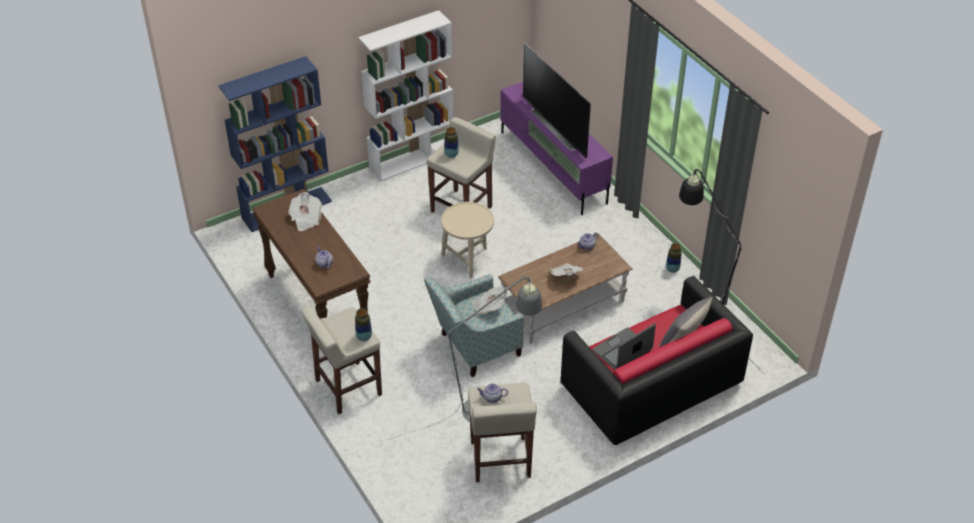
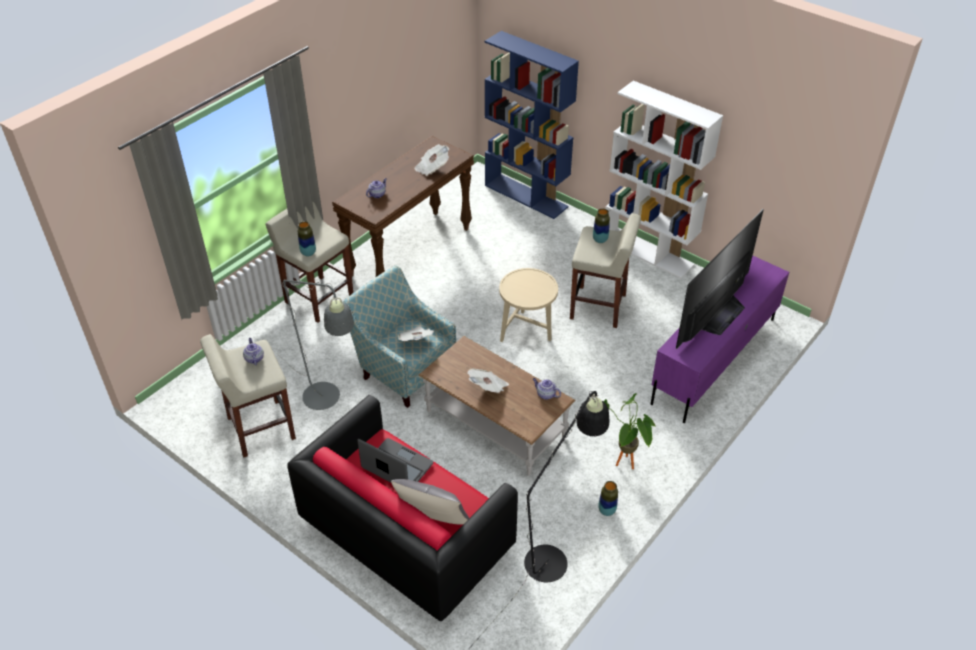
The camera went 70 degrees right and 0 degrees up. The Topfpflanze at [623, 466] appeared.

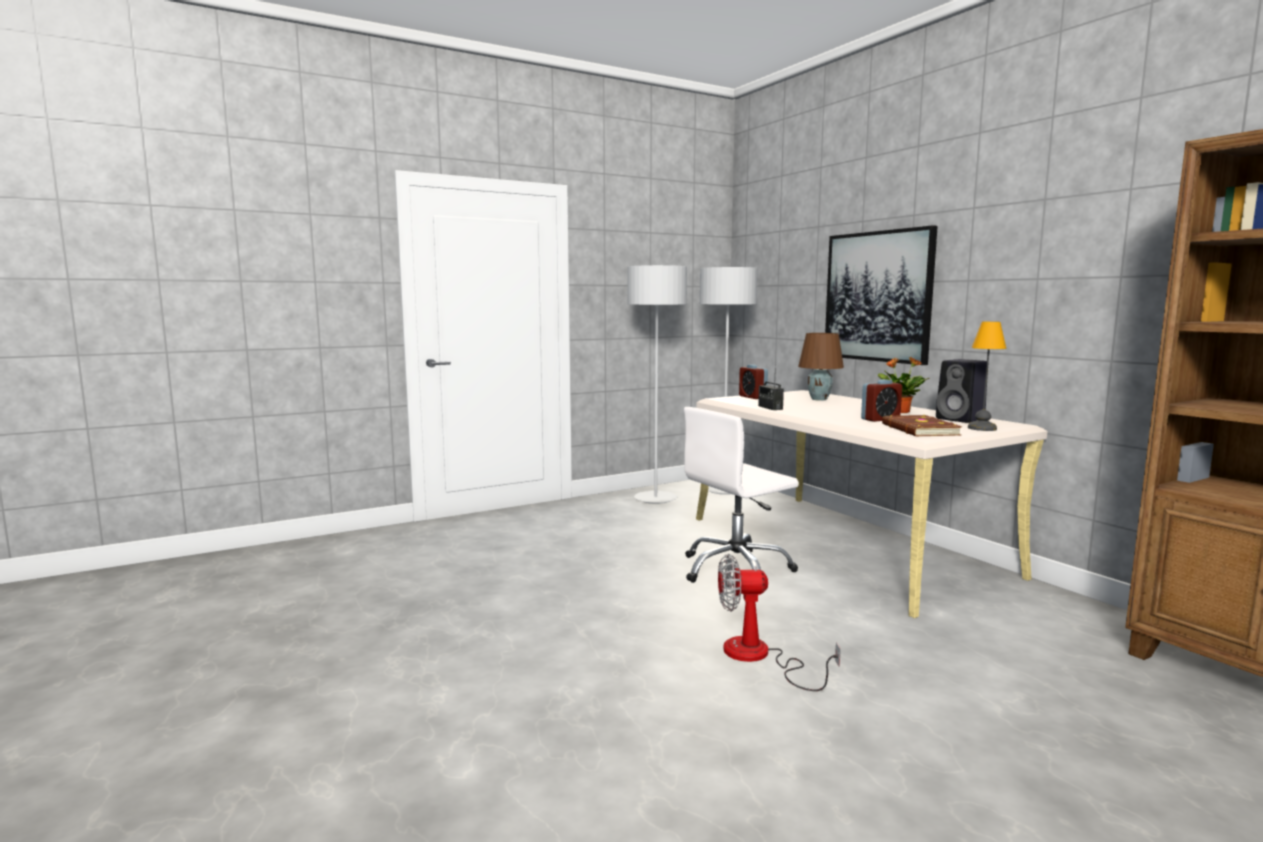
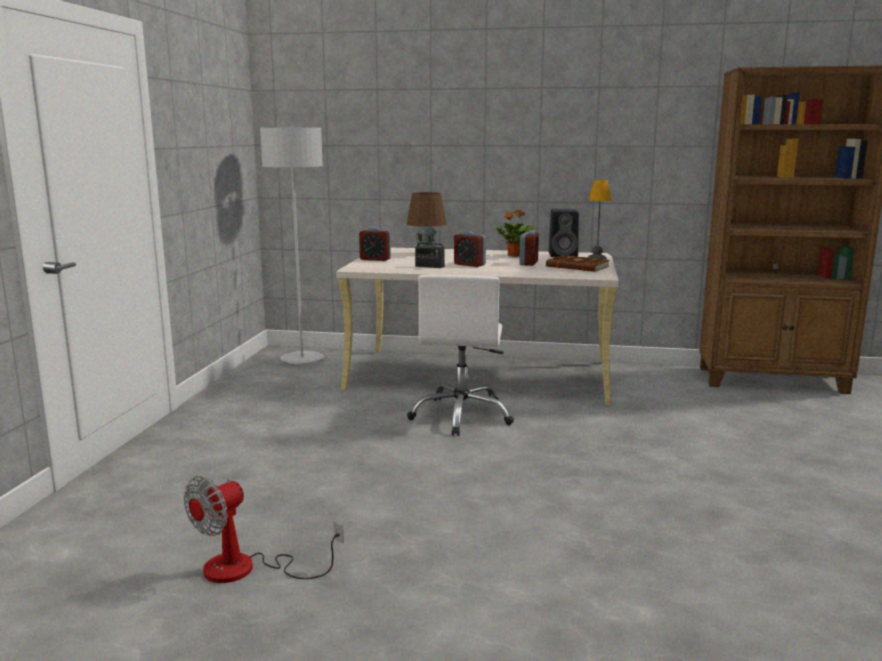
The camera went 50 degrees left and 5 degrees up. The Stehlampe [grau] at [655, 499] disappeared. The Ventilator moved from [759, 657] to [247, 569]. The Bild at [878, 296] disappeared. The Wecker at [469, 265] appeared.

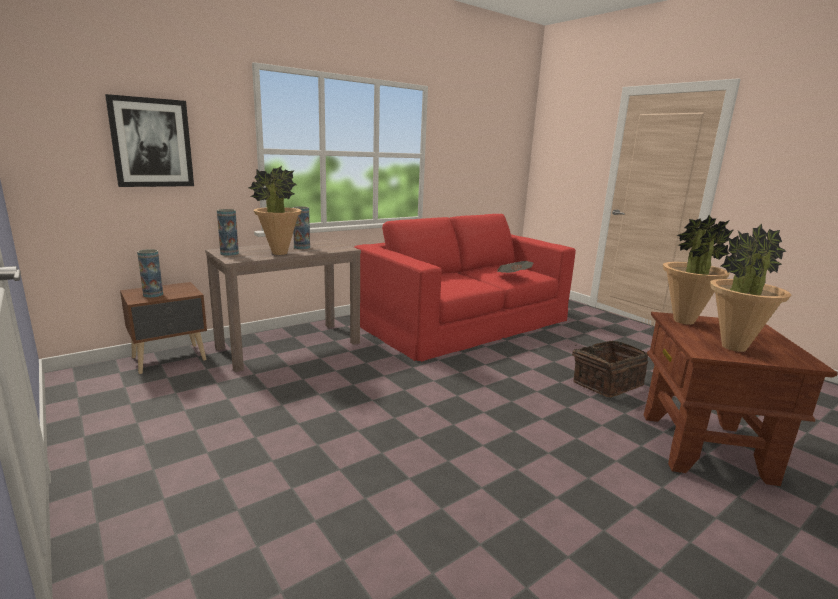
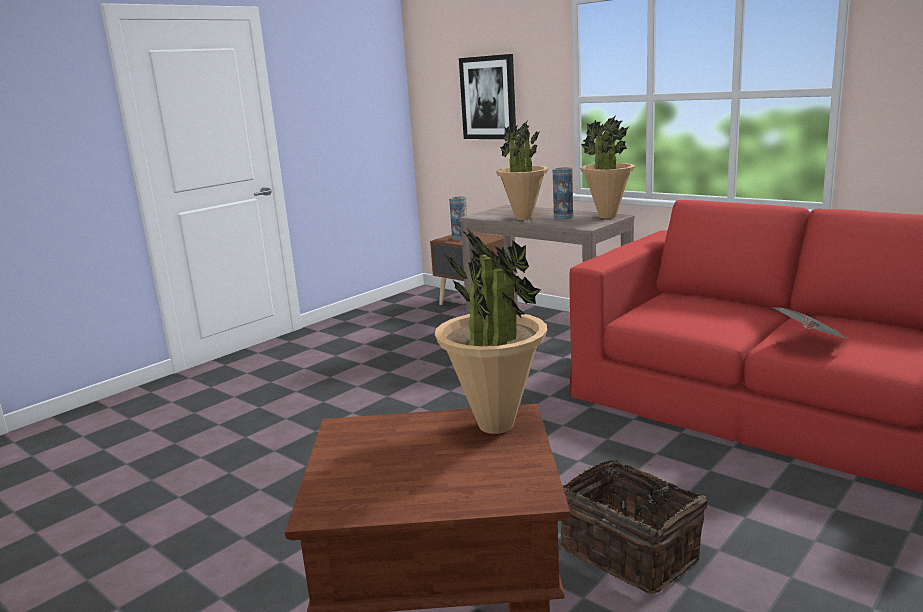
The camera went 80 degrees right and 0 degrees up. The Vase at [229, 253] disappeared. The Topfpflanze moved from [733, 347] to [607, 216].

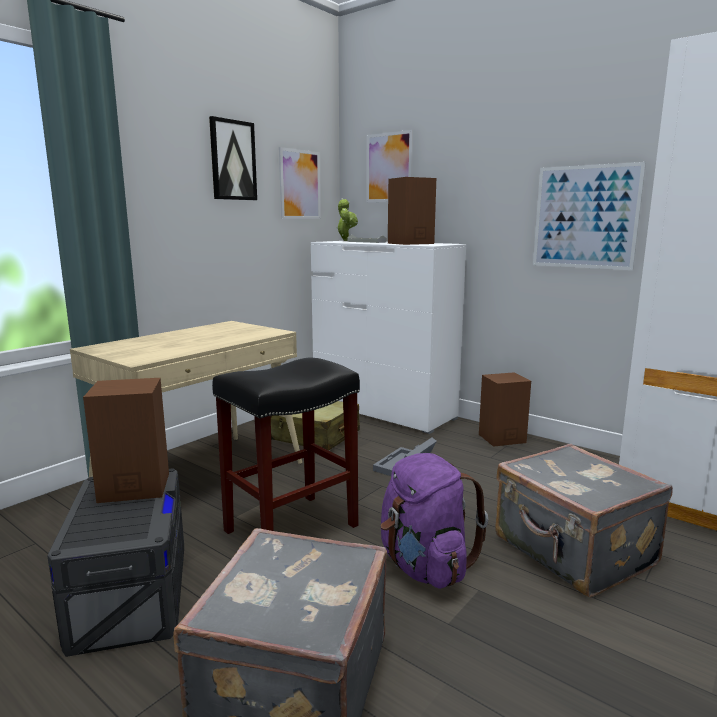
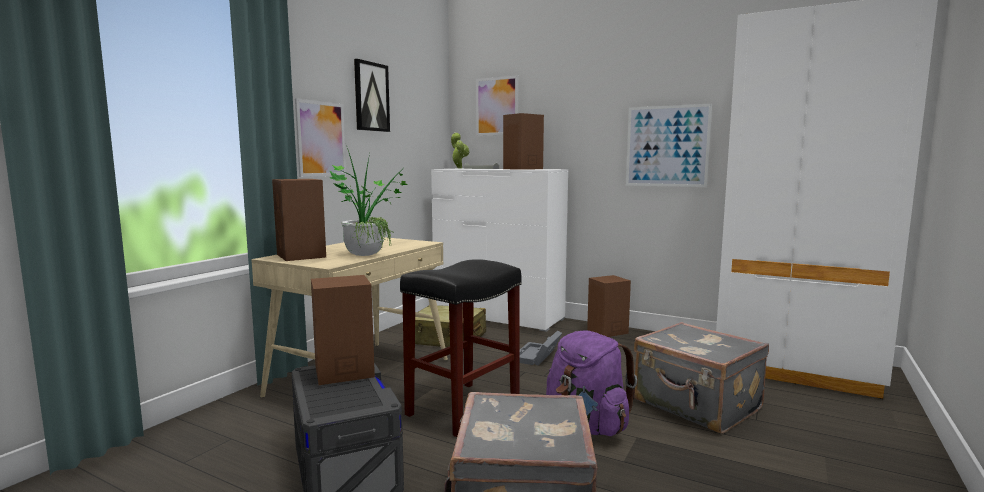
The camera went 10 degrees left and 5 degrees down. The Bild moved from [300, 184] to [321, 139]. The Lautsprecher [braun] at [301, 256] appeared. The Topfpflanze at [368, 254] appeared.

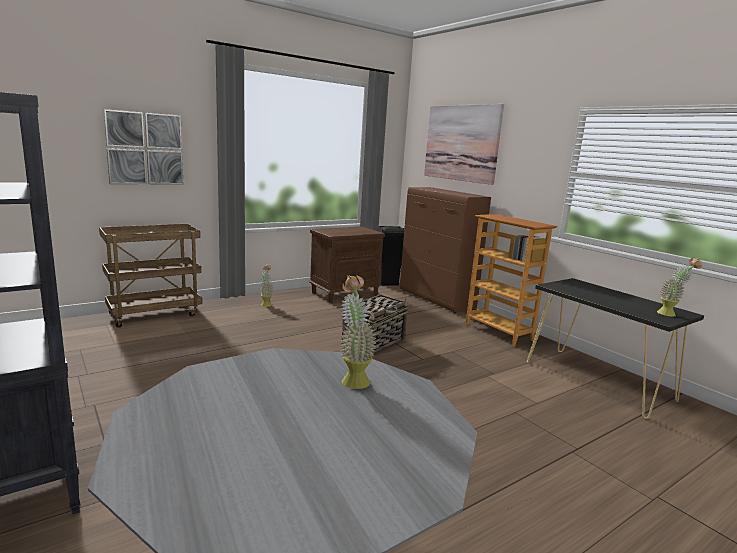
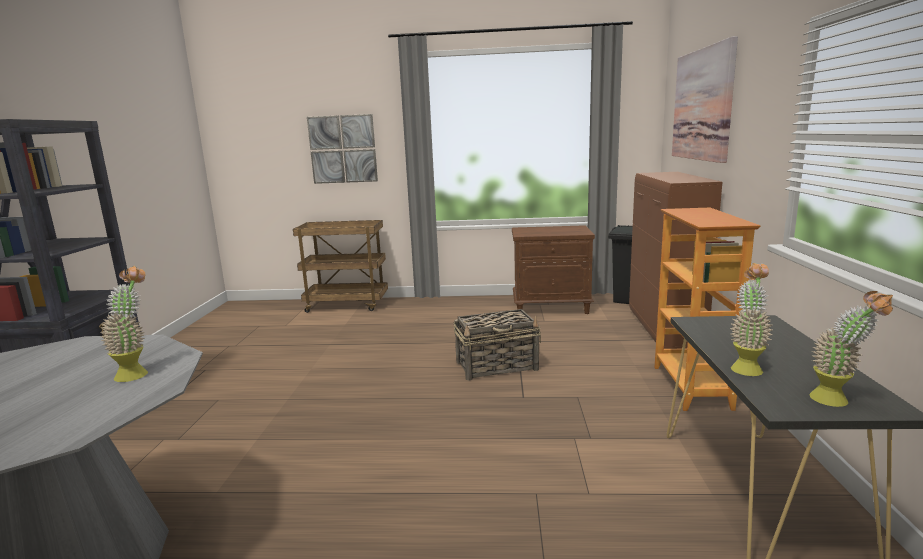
The camera went 40 degrees right and 0 degrees up. The Topfpflanze moved from [266, 304] to [746, 367].

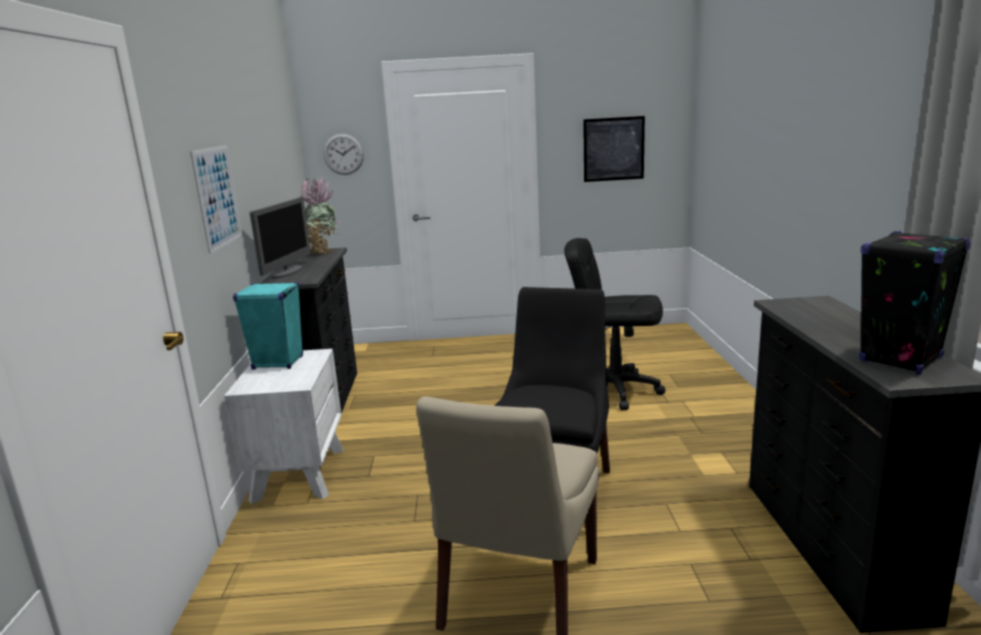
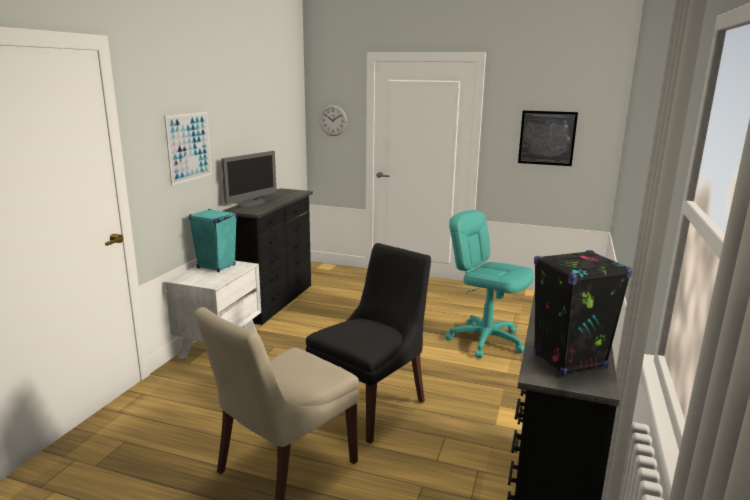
The camera went 20 degrees right and 0 degrees up. The Topfpflanze at [321, 252] disappeared. The Bürostuhl [schwarz] at [614, 390] became the Bürostuhl [türkis] at [485, 340].

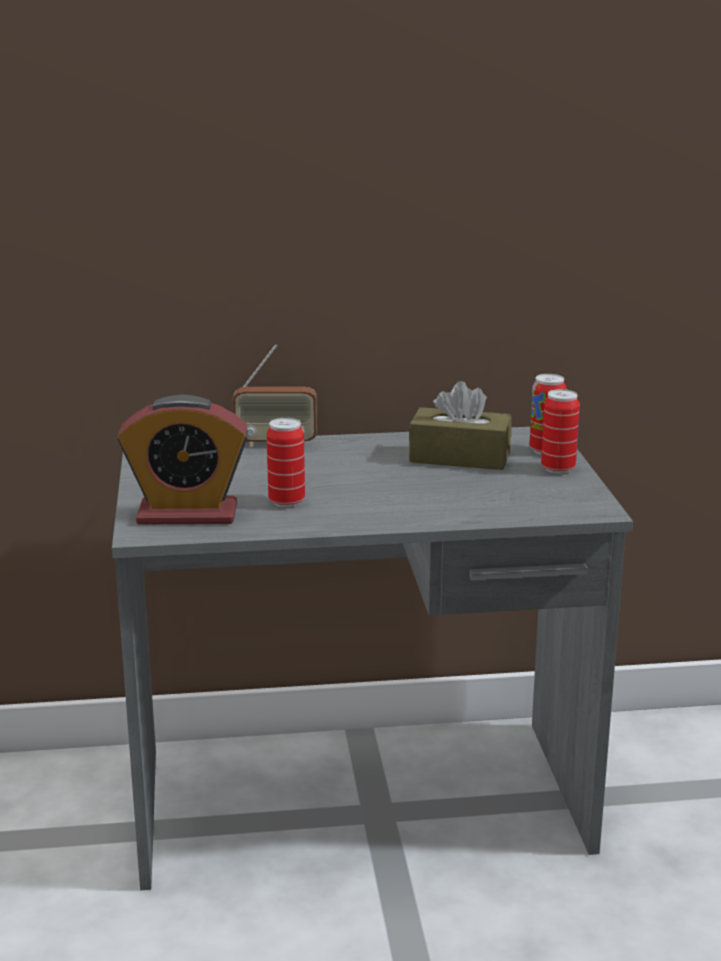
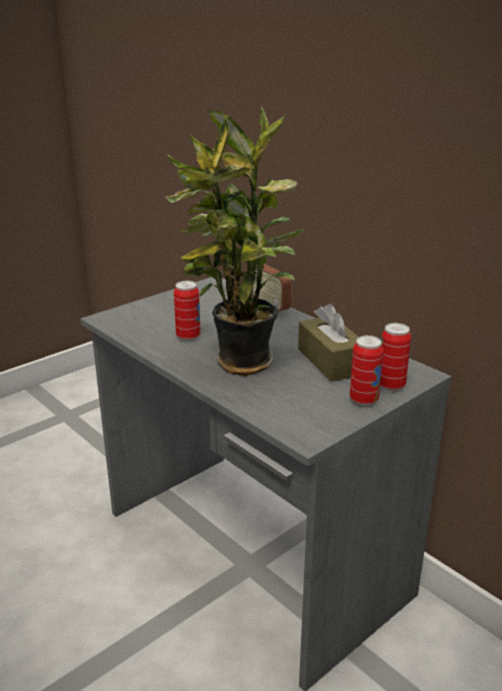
The camera went 55 degrees right and 5 degrees up. The Wecker at [187, 514] disappeared. The Topfpflanze at [239, 365] appeared.

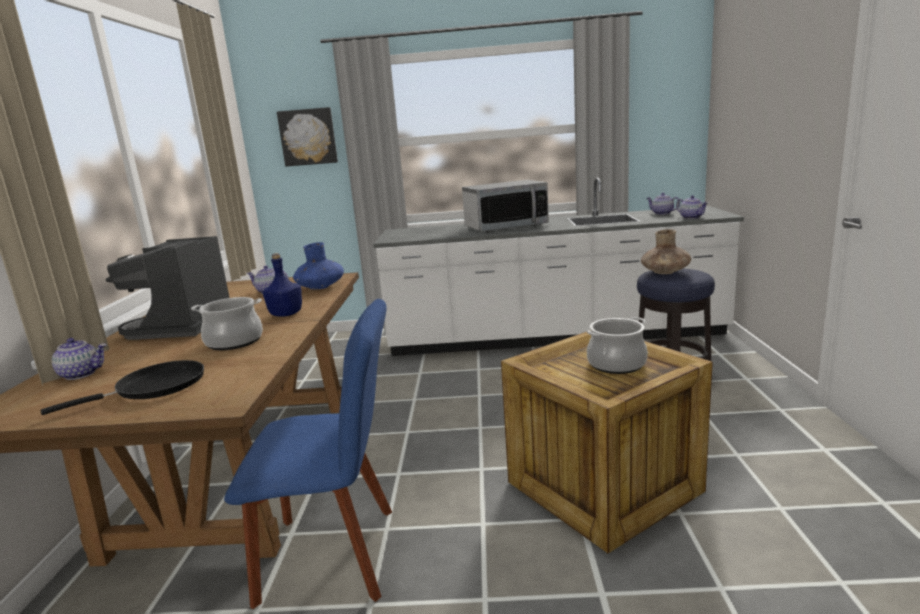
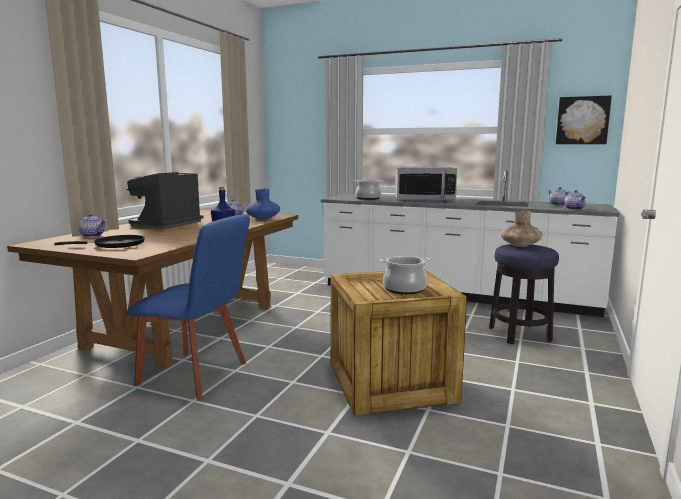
The camera went 20 degrees right and 5 degrees down. The Kochtopf moved from [234, 342] to [368, 198]. The Bild moved from [308, 137] to [582, 120].

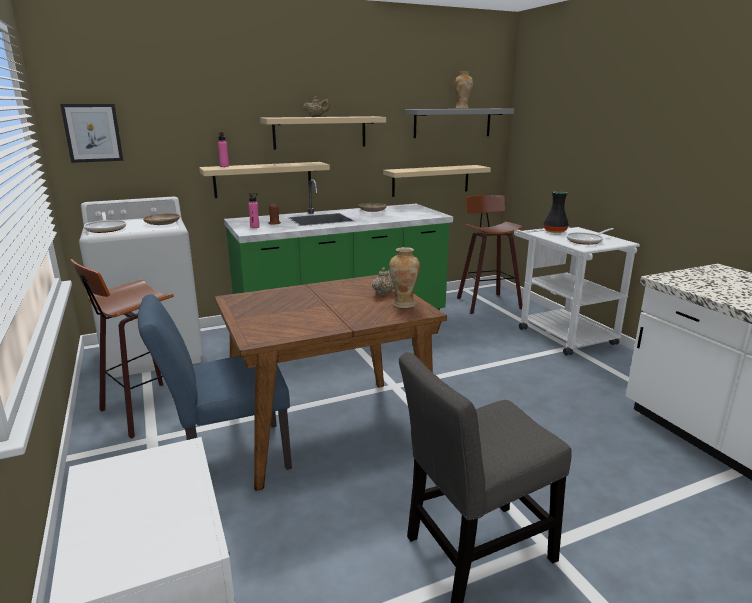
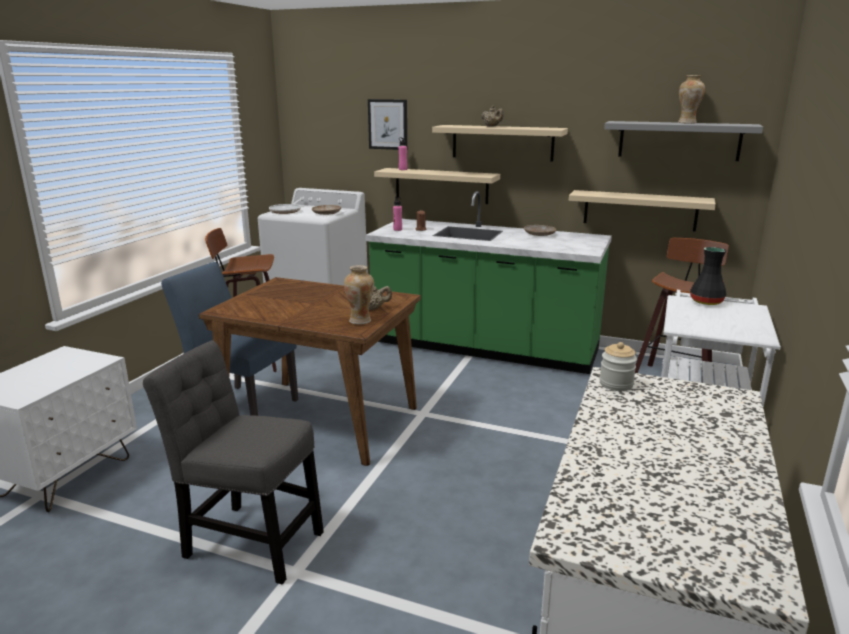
The camera went 45 degrees right and 0 degrees up. The Bild moved from [93, 133] to [388, 124]. The Pfanne at [586, 241] disappeared. The Vorratsglas at [616, 384] appeared.

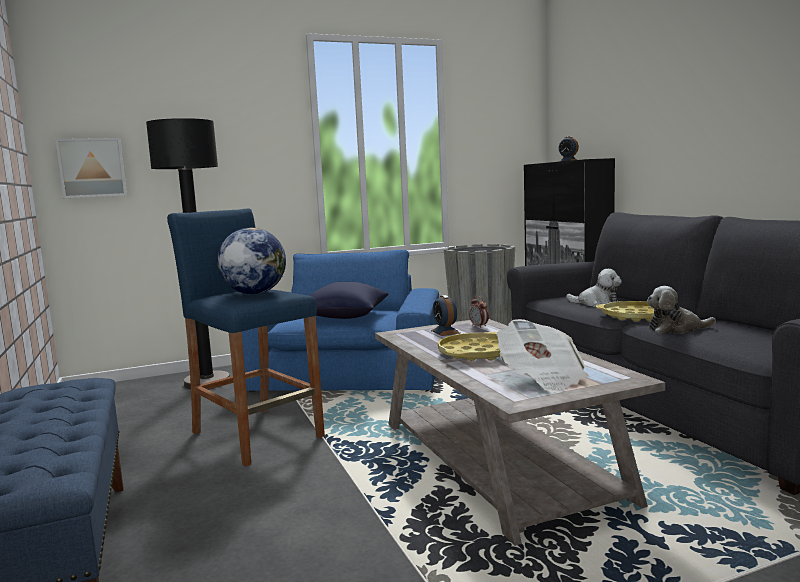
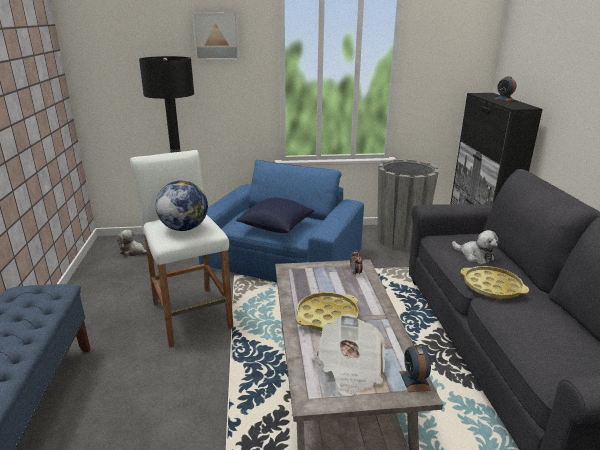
The camera went 15 degrees right and 15 degrees up. The Bild moved from [92, 168] to [216, 36]. The Hocker [blau] at [257, 435] became the Hocker [weiß] at [191, 315]. The Wecker moved from [445, 332] to [414, 380]. The Plüschtier moved from [676, 329] to [134, 252].

